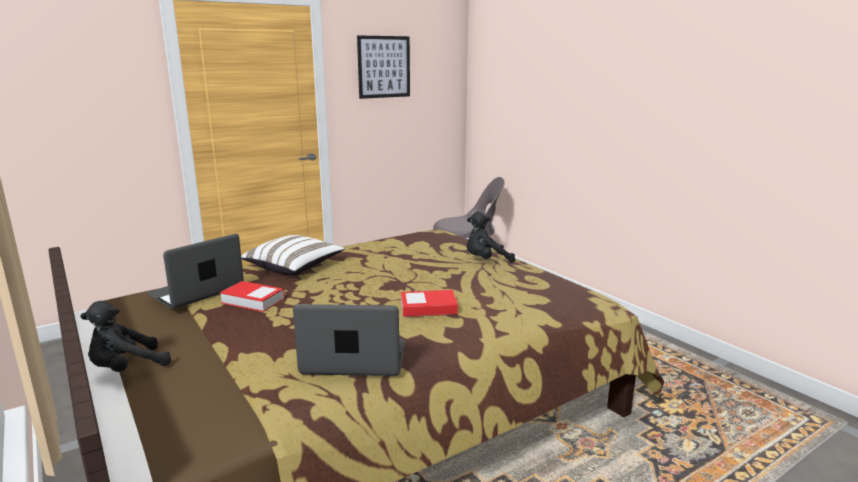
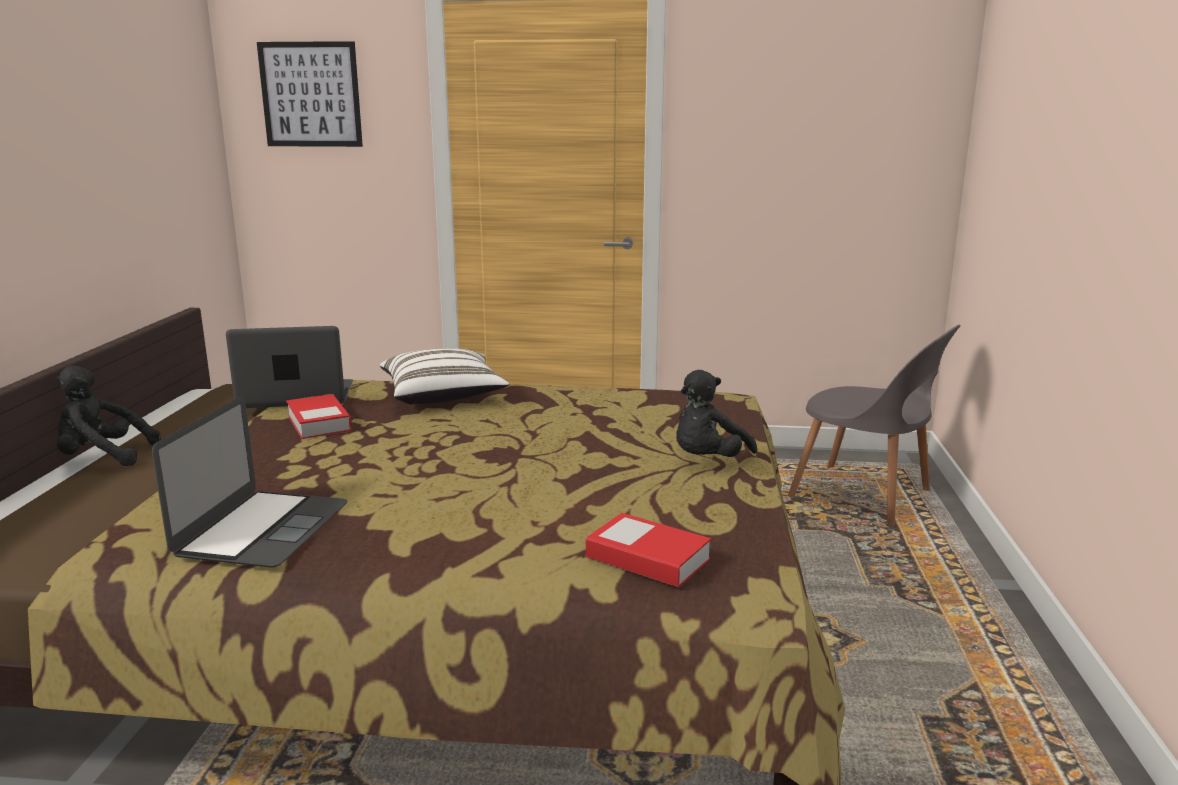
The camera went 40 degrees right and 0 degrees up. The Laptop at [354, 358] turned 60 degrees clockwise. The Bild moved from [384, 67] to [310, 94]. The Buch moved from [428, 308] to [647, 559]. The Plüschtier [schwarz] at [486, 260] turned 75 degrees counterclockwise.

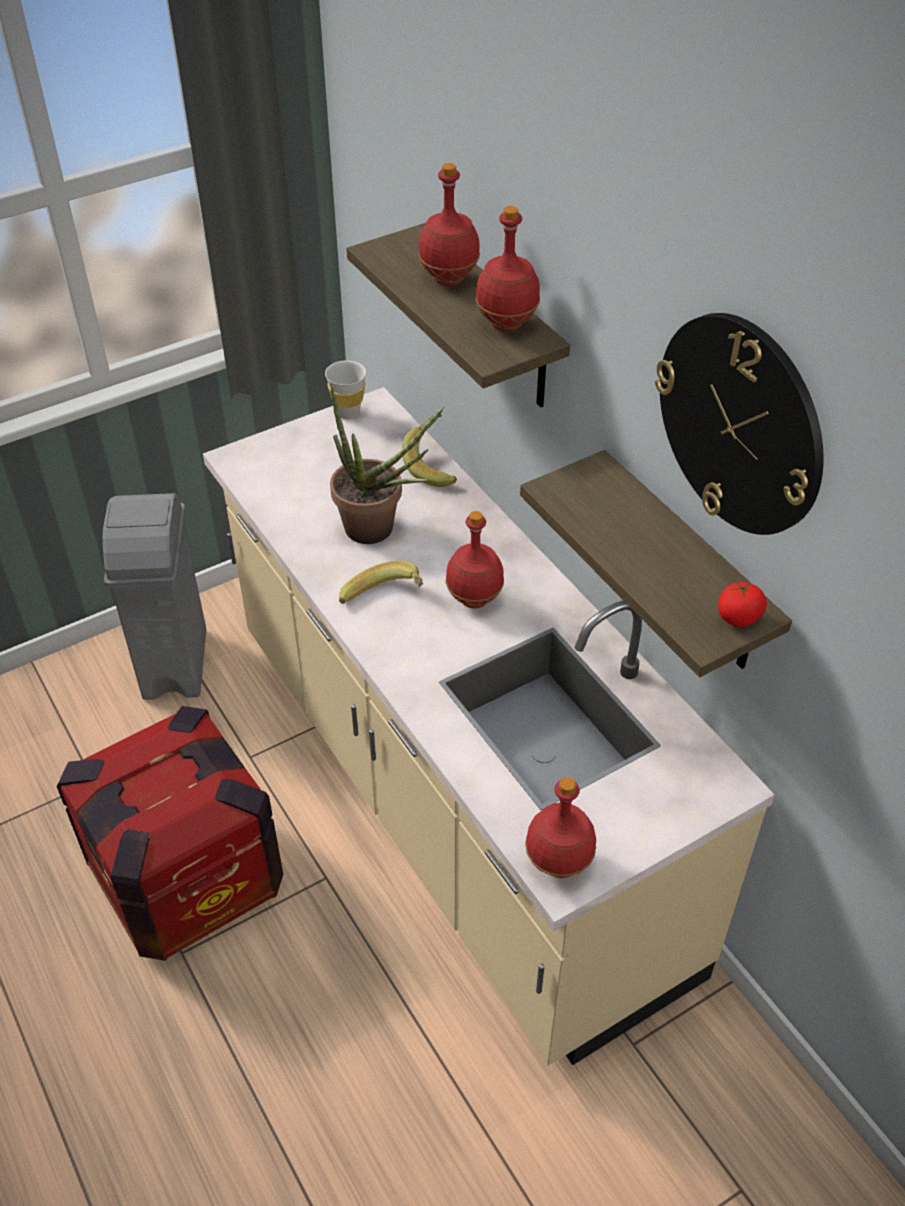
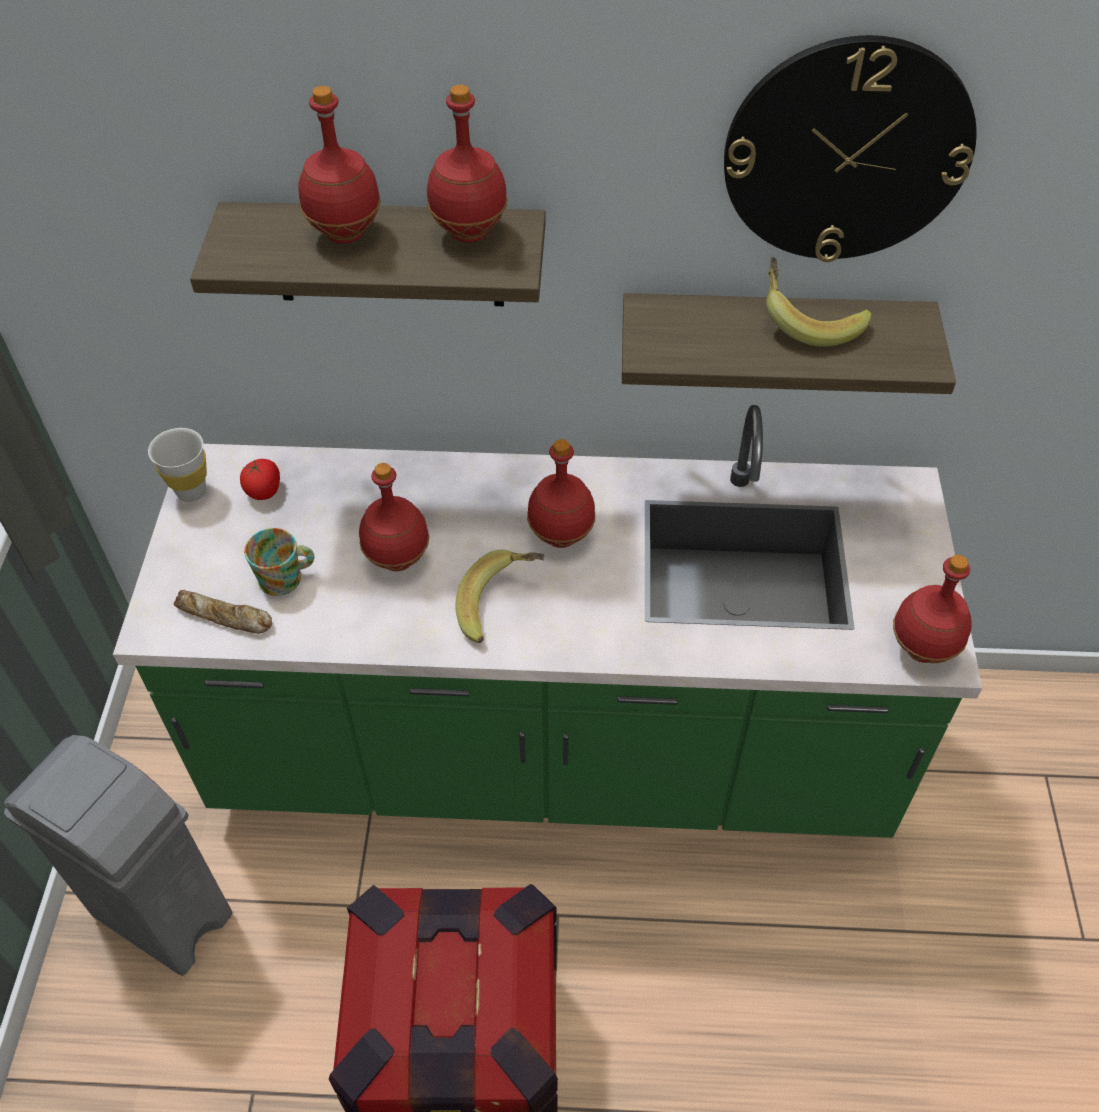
The camera went 55 degrees left and 5 degrees up. The Küchenzeile [beige] at [452, 799] became the Küchenzeile [grün] at [551, 753]. The Topfpflanze at [379, 531] was replaced by the Flasche [rot] at [398, 560]. The Banane moved from [435, 464] to [808, 321]. The Tomate moved from [738, 617] to [264, 491]. The Brot at [224, 617] appeared. The Henkelbecher at [286, 578] appeared.

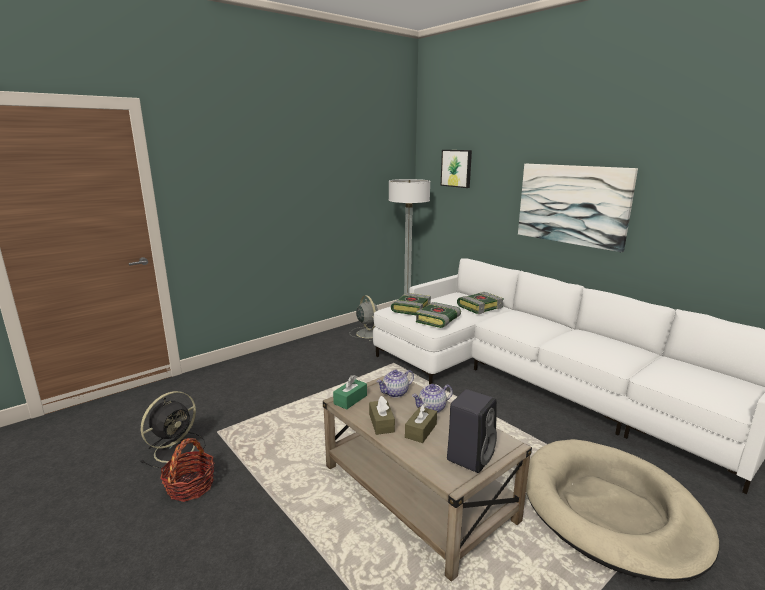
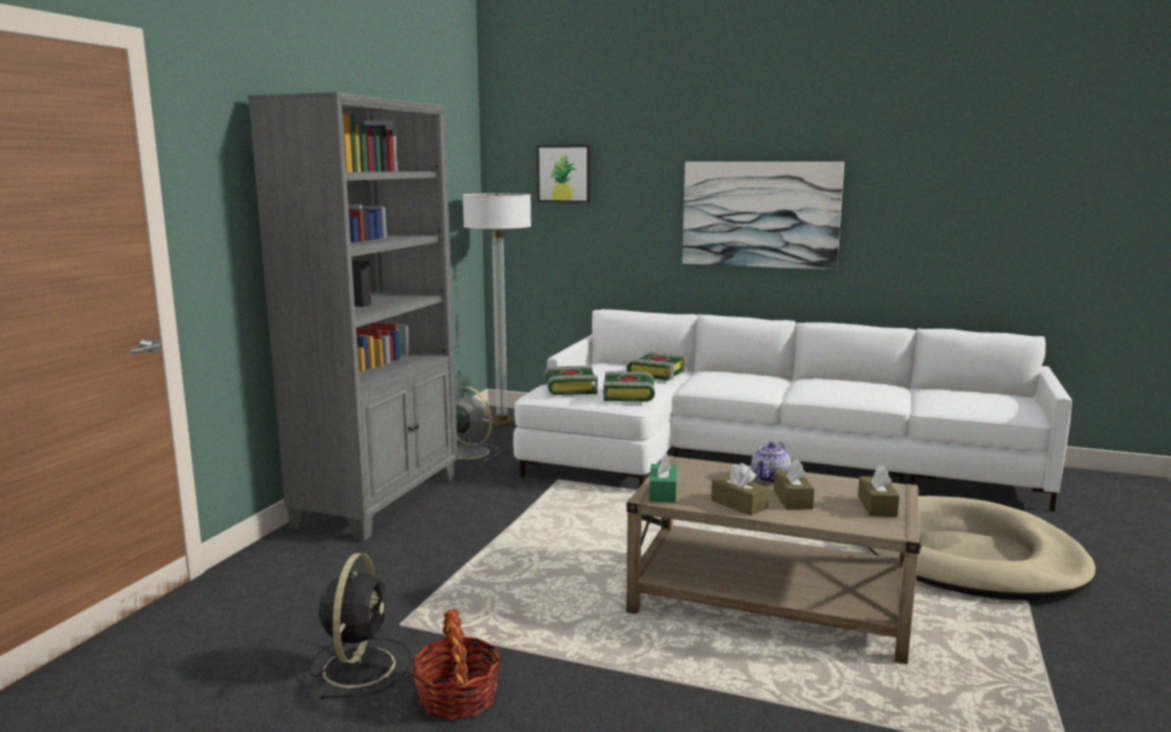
The camera went 30 degrees left and 5 degrees down. The Teekanne at [395, 393] disappeared. The Lautsprecher [schwarz] at [470, 456] was replaced by the Taschentuchbox [braun] at [877, 506]. The Bücherregal [grau] at [380, 501] appeared.

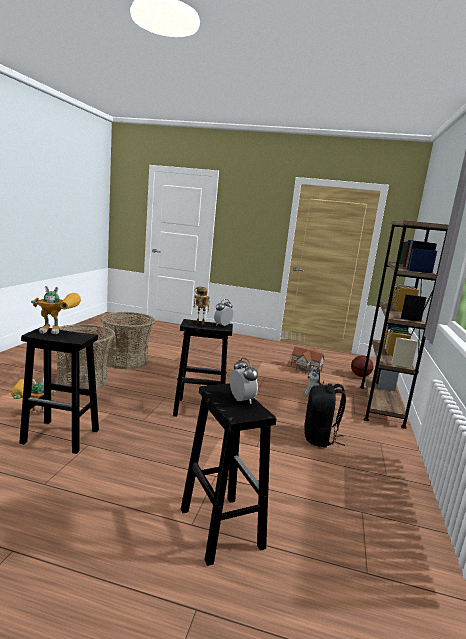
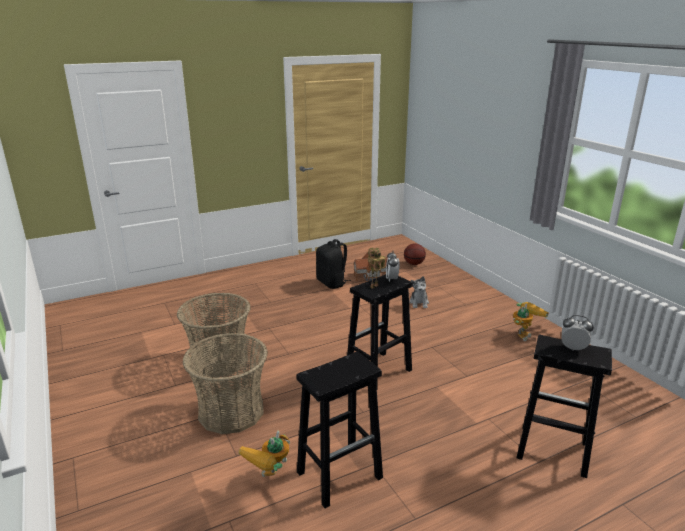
The camera went 40 degrees left and 10 degrees up. The Spielzeugroboter moved from [59, 331] to [523, 334]. The Rucksack [schwarz] moved from [320, 438] to [332, 283]. The Bücherregal [braun] at [380, 405] disappeared.

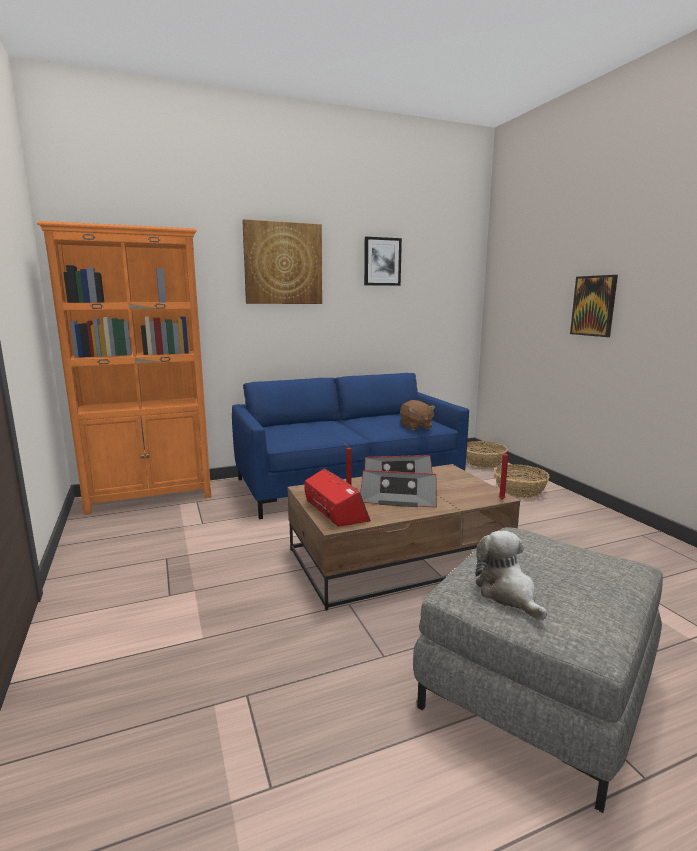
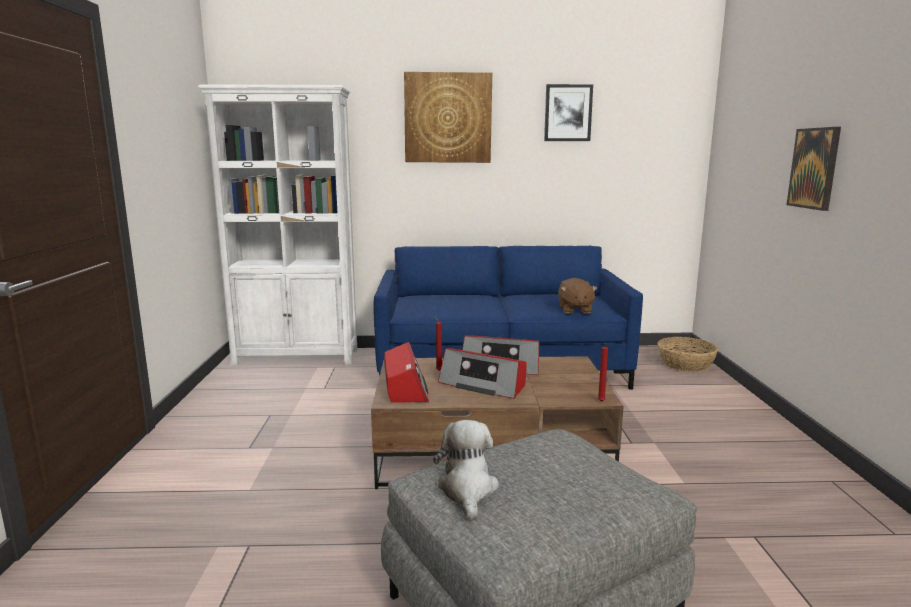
The camera went 20 degrees right and 0 degrees up. The Bücherregal [orange] at [151, 497] became the Bücherregal [weiß] at [297, 357]. The Korb at [520, 490] disappeared.

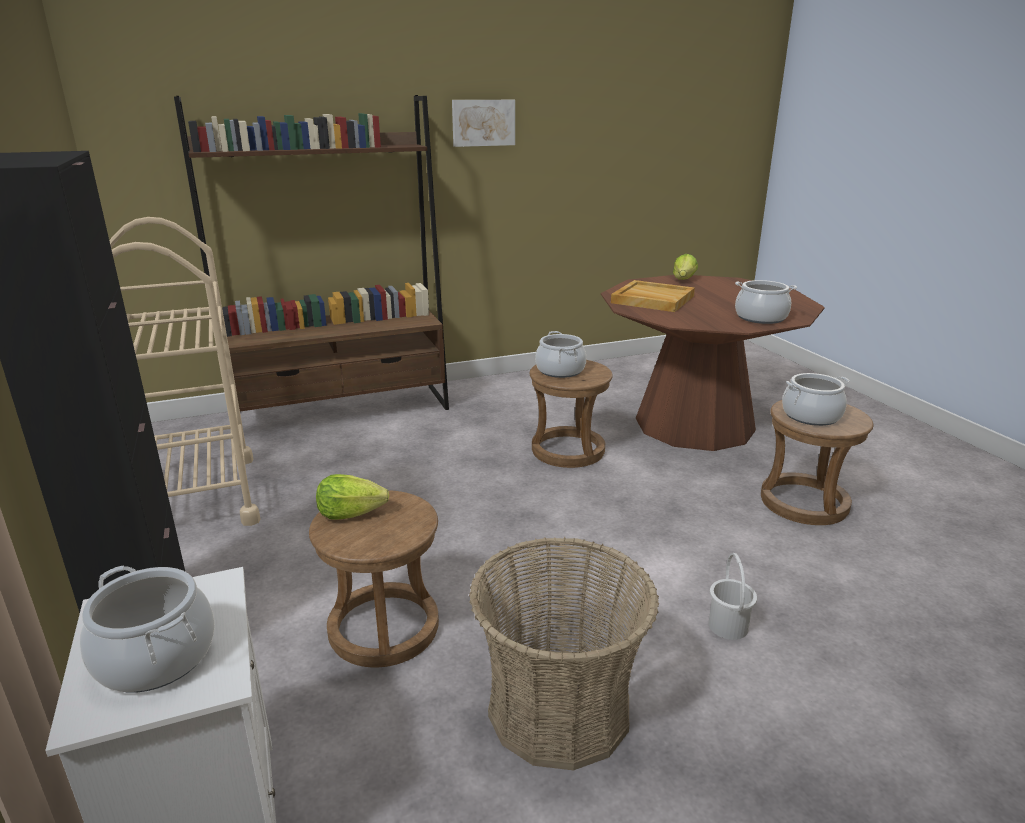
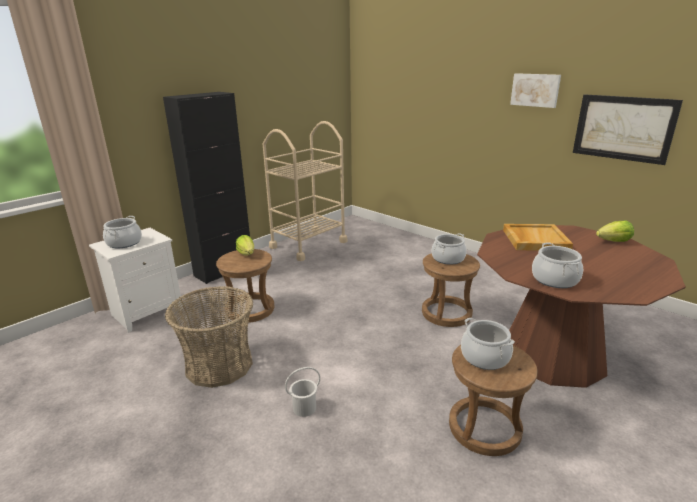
The camera went 65 degrees right and 0 degrees up. The Bücherregal [braun] at [342, 412] disappeared. The Bild at [623, 128] appeared.

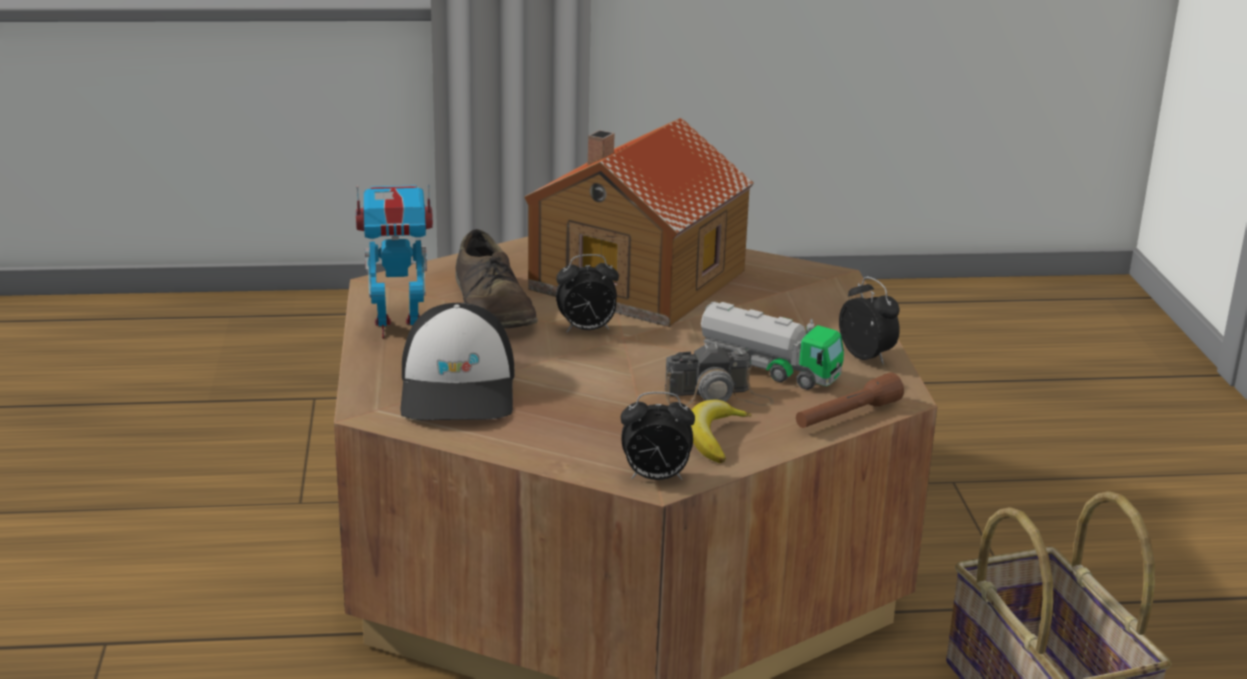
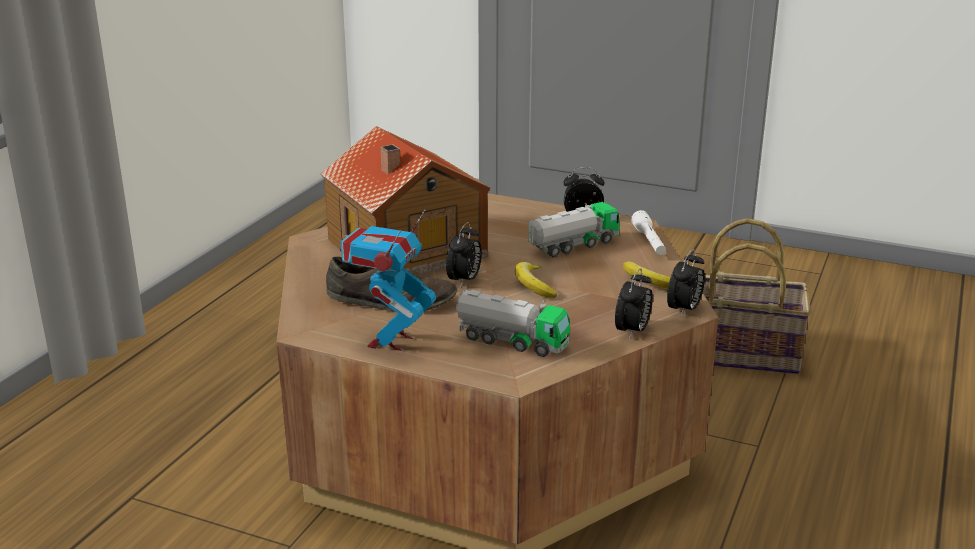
The camera went 60 degrees left and 0 degrees up. The Kappe at [459, 389] was replaced by the Spielzeuglaster at [511, 341]. The Kamera at [717, 396] disappeared. The Taschenlampe [braun] at [847, 416] became the Taschenlampe [weiß] at [649, 242]. The Banane at [533, 285] appeared. The Wecker at [632, 331] appeared.

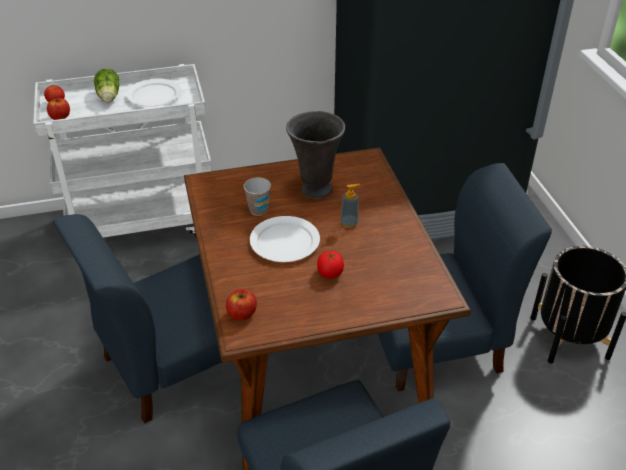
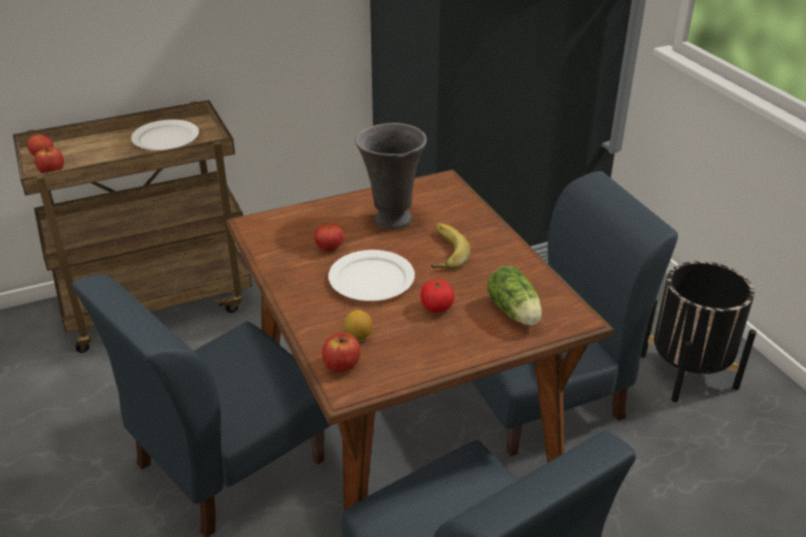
The camera went 10 degrees left and 5 degrees down. The Rollwagen [weiß] at [144, 223] became the Rollwagen [braun] at [158, 302]. The Salatkopf moved from [109, 97] to [515, 313]. The Tasse at [258, 210] was replaced by the Tomate at [329, 248]. The Seifenspender at [349, 223] was replaced by the Banane at [443, 251]. The Zitrone at [358, 336] appeared.

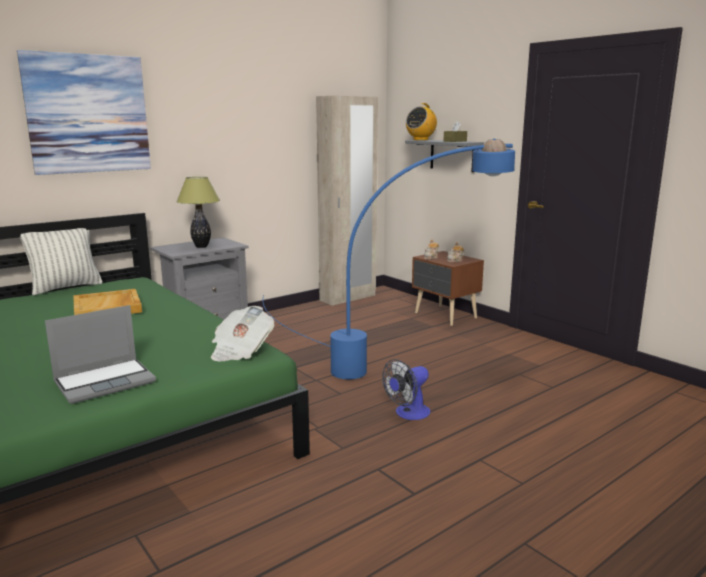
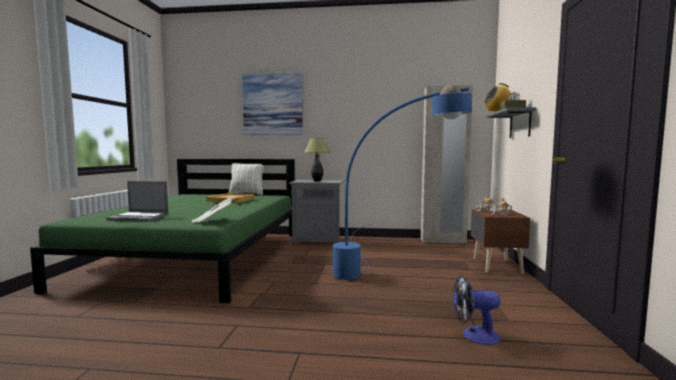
The camera went 45 degrees right and 10 degrees down. The Ventilator moved from [408, 414] to [474, 335].

